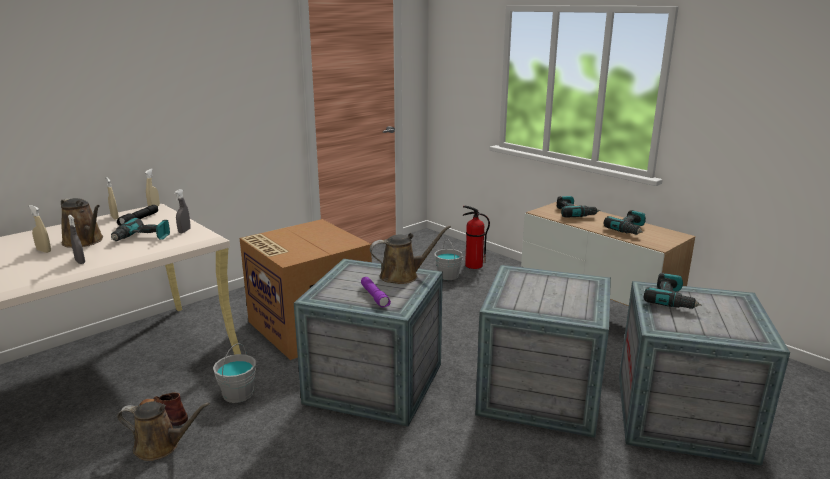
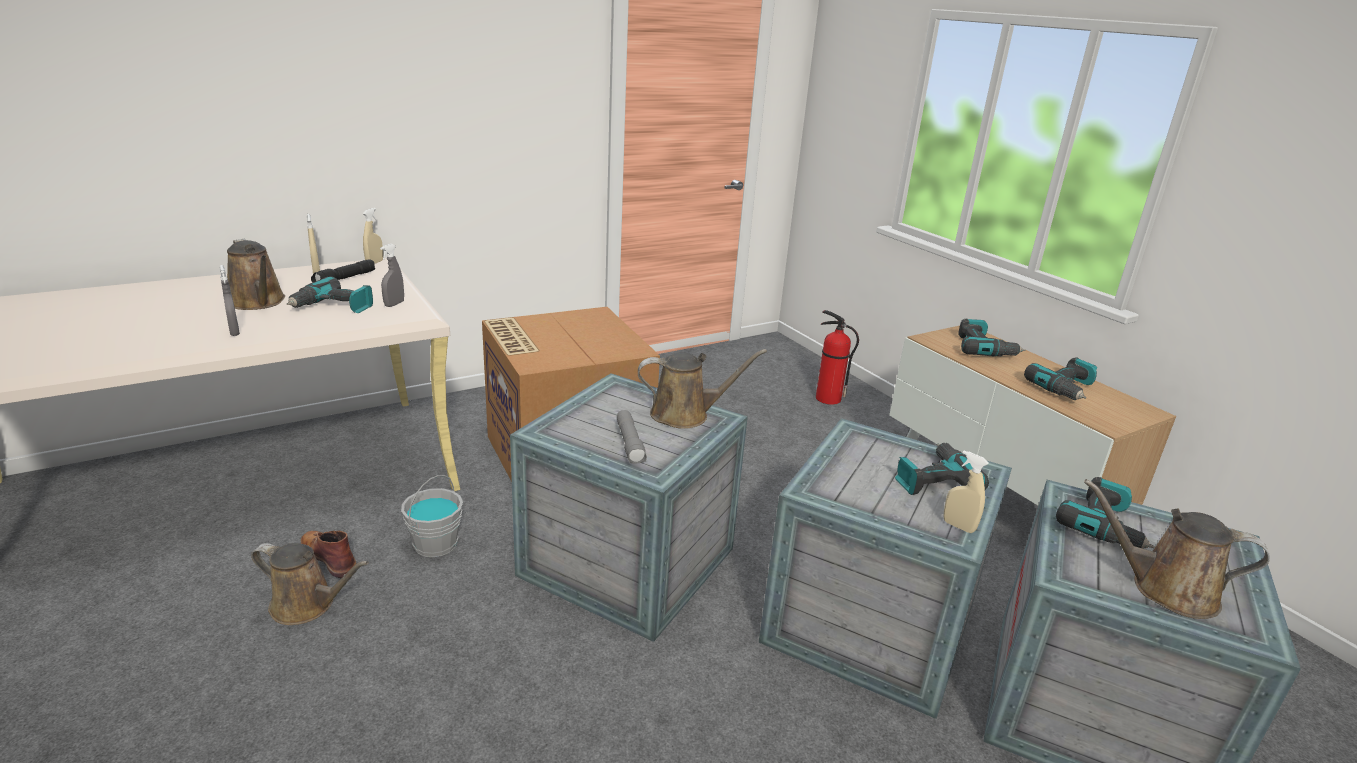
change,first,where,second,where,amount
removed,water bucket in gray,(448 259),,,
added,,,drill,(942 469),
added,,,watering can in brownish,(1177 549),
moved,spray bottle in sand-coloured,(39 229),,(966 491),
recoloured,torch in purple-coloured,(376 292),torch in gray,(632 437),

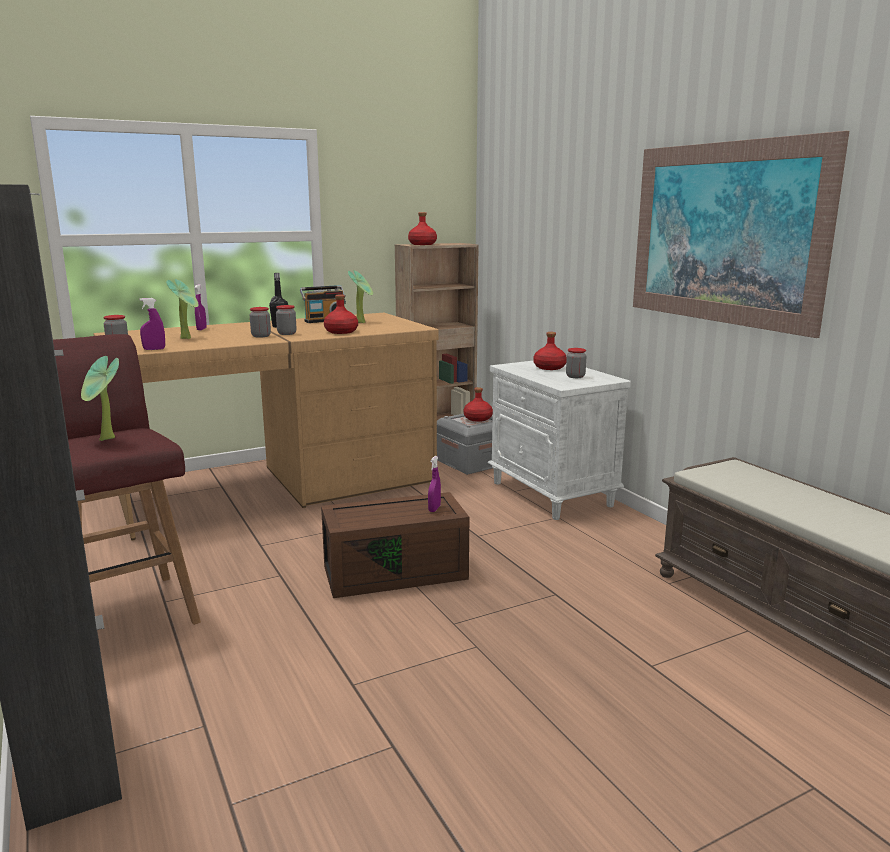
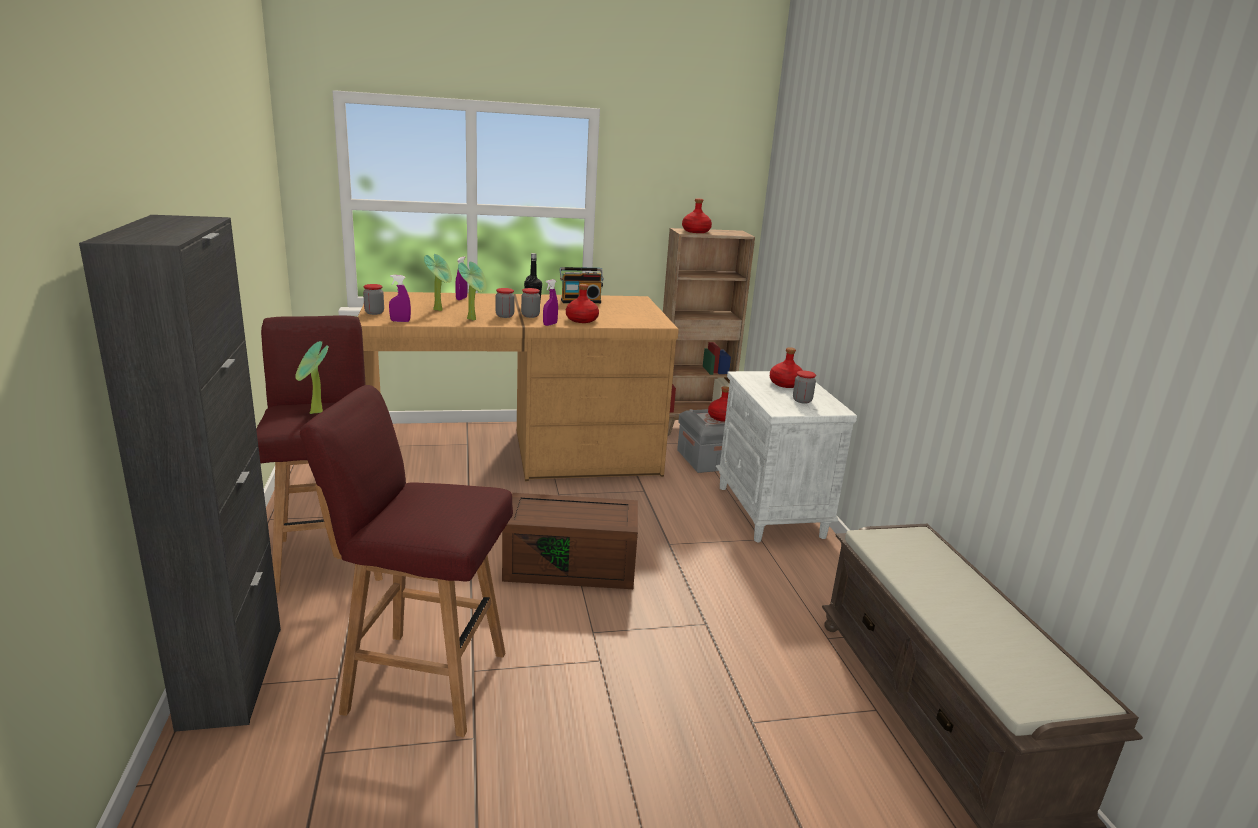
change,first,where,second,where,amount
removed,picture,(741 234),,,
added,,,stool seat in reddish,(406 561),
moved,plant in a pot,(360 296),,(472 290),
moved,spray bottle in purple-coloured,(434 484),,(550 302),

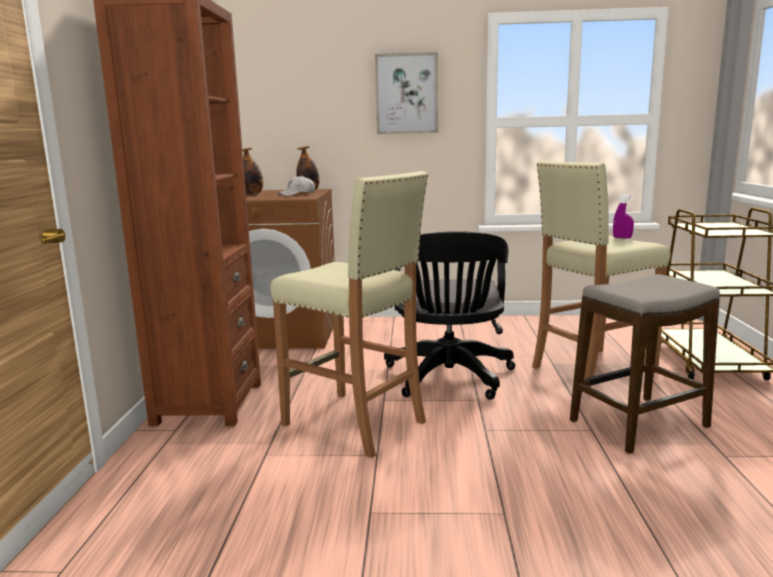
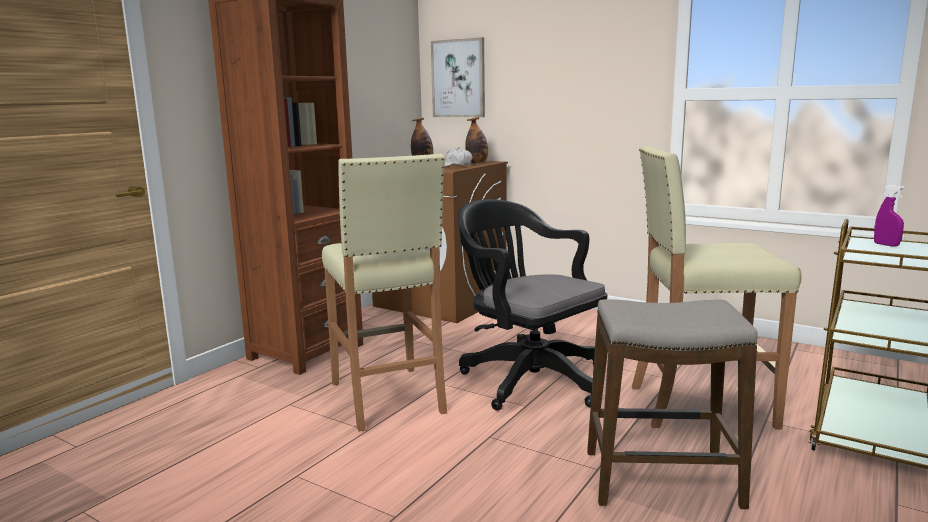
change,first,where,second,where,amount
moved,picture,(406 93),,(458 77),
moved,spray bottle in purple-coloured,(623 216),,(890 215),
turned,office chair in black-coloured,(449 315),,(532 304),105 degrees clockwise

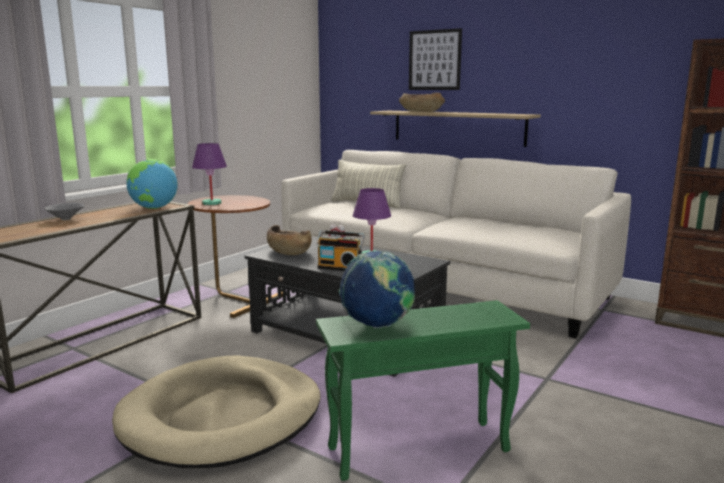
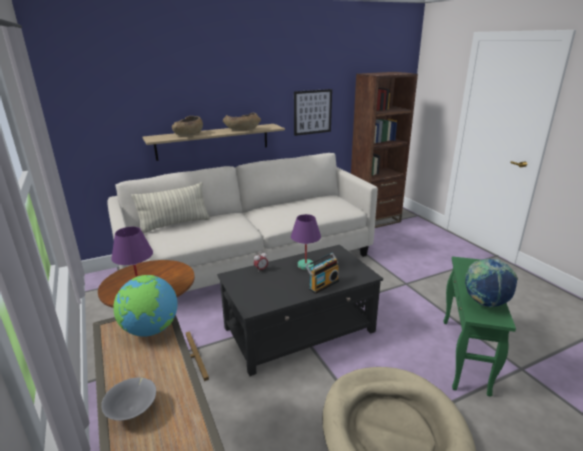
change,first,where,second,where,amount
moved,bowl in brownish,(289 240),,(242 121),
moved,picture,(435 59),,(313 112),

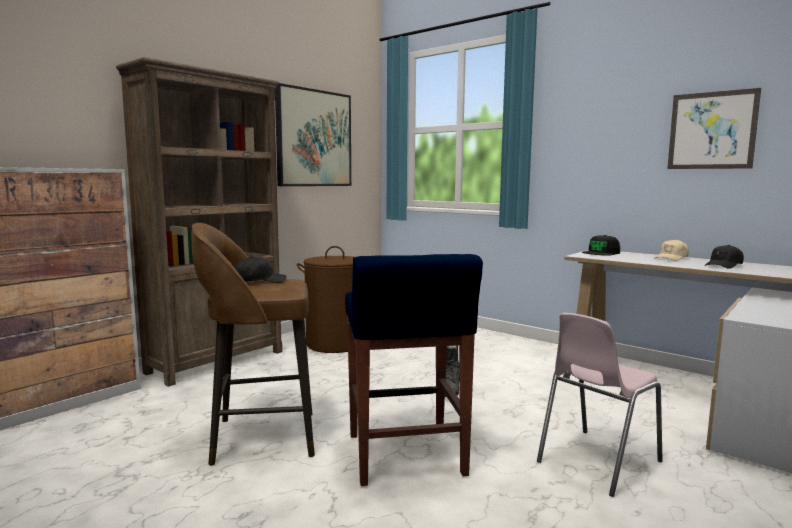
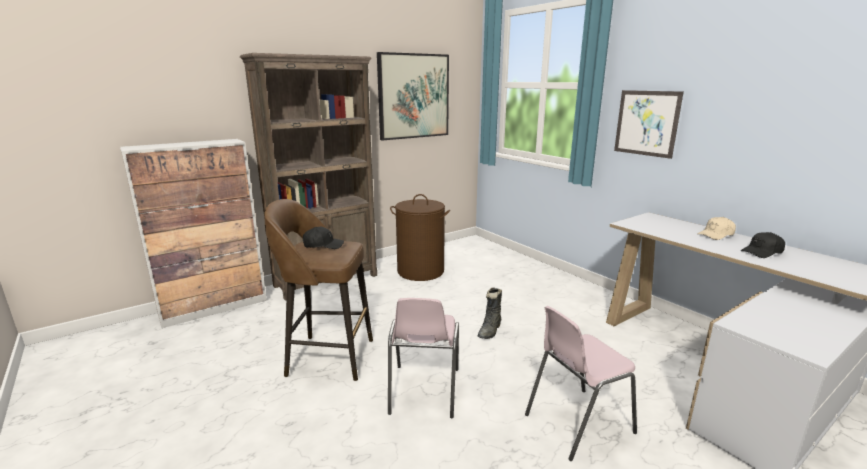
change,first,where,second,where,amount
removed,cap in black-coloured,(601 245),,,
moved,picture,(714 128),,(649 124),
replaced,stool seat in blue-coloured,(414 370),plain chair in pink,(423 358),

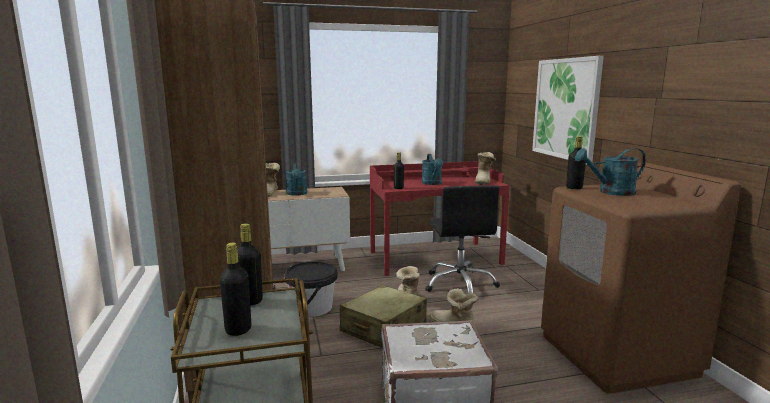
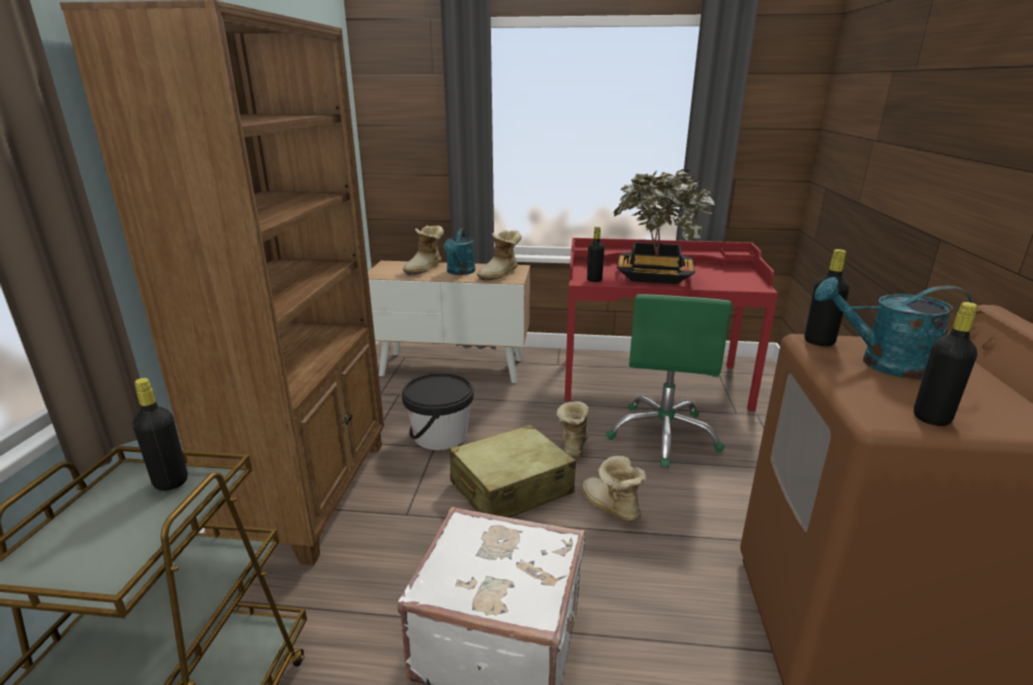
change,first,where,second,where,amount
removed,picture,(568 110),,,
moved,drink bottle in black-coloured,(235 289),,(946 364),
moved,boot,(485 168),,(499 255),
replaced,watering can in blue-green,(432 169),plant in a pot,(665 226),
recoloured,office chair in black-coloured,(462 239),office chair in greenish,(669 381),

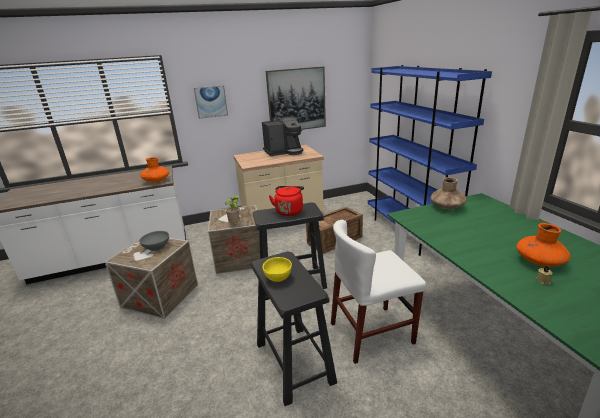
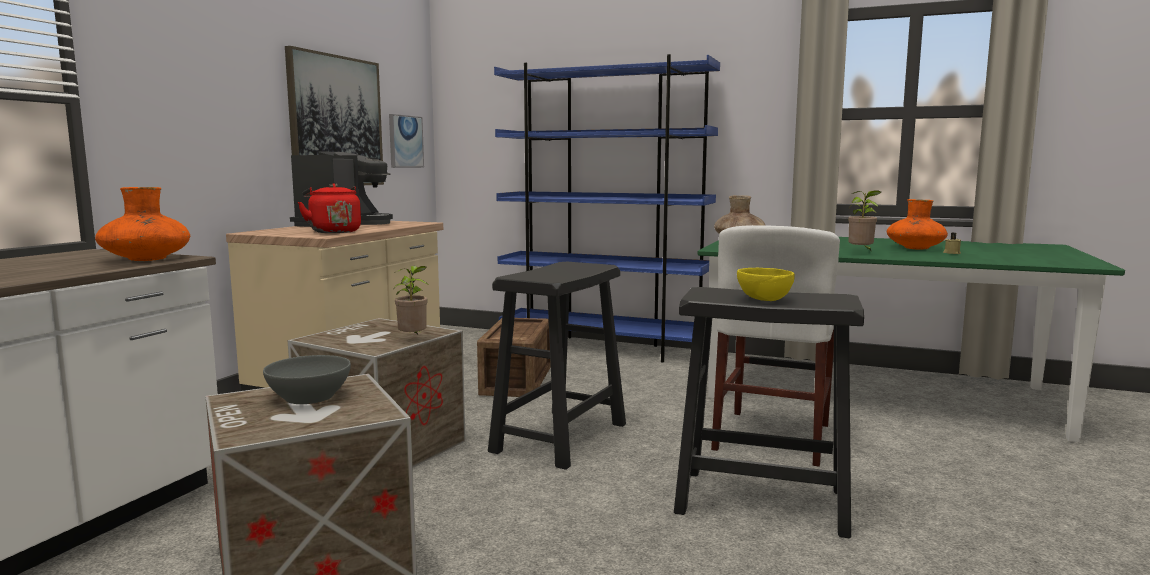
change,first,where,second,where,amount
added,,,plant in a pot,(864 220),
moved,picture,(211 102),,(406 141),
moved,kettle in reddish,(286 201),,(329 208),

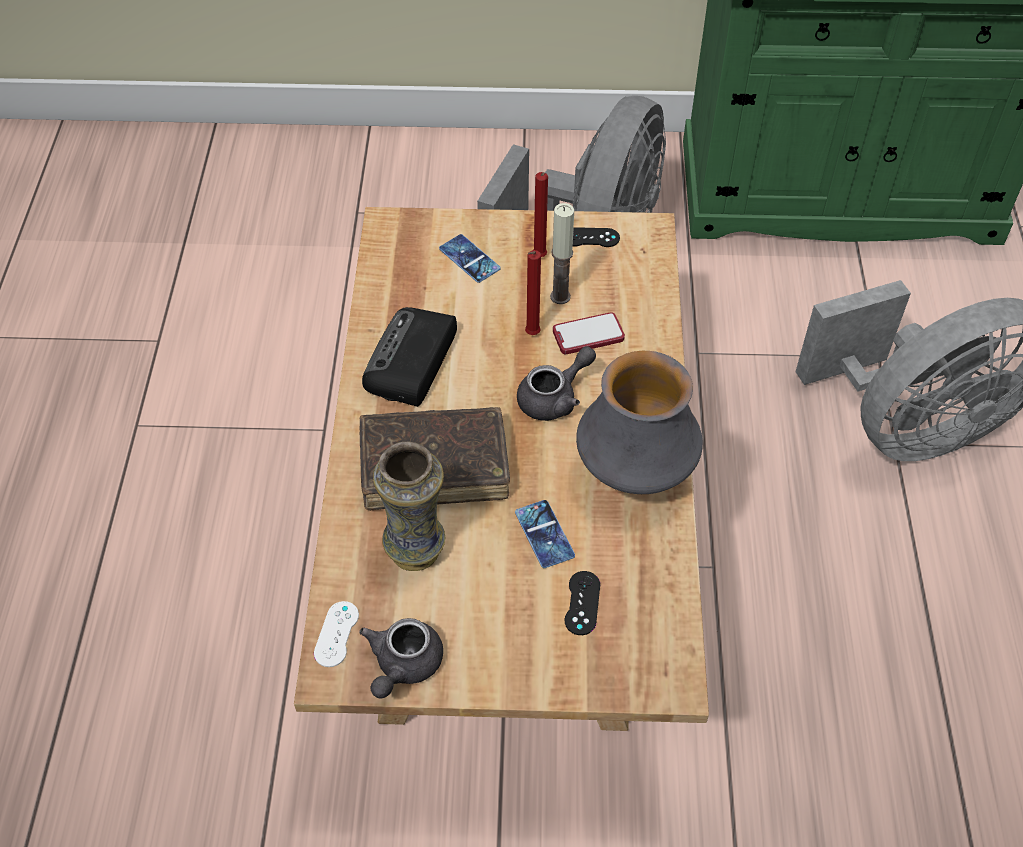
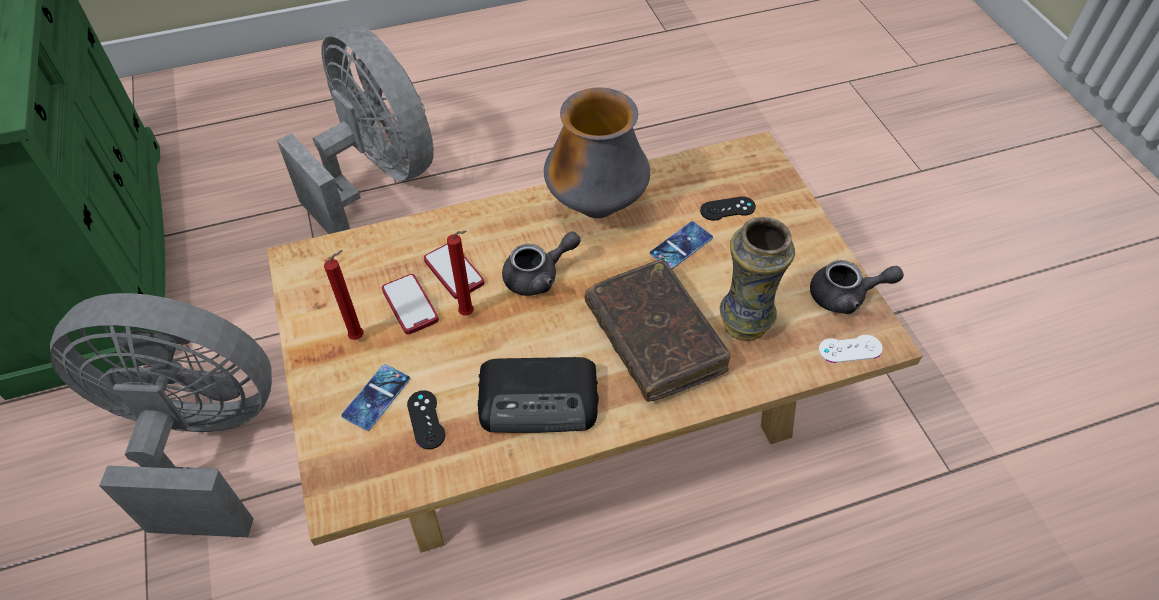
change,first,where,second,where,amount
moved,gamepad in black-coloured,(596 237),,(426 419),
replaced,wax candle,(562 253),handset,(410 304),
turned,tea pot in gray,(556 383),,(541 263),120 degrees clockwise

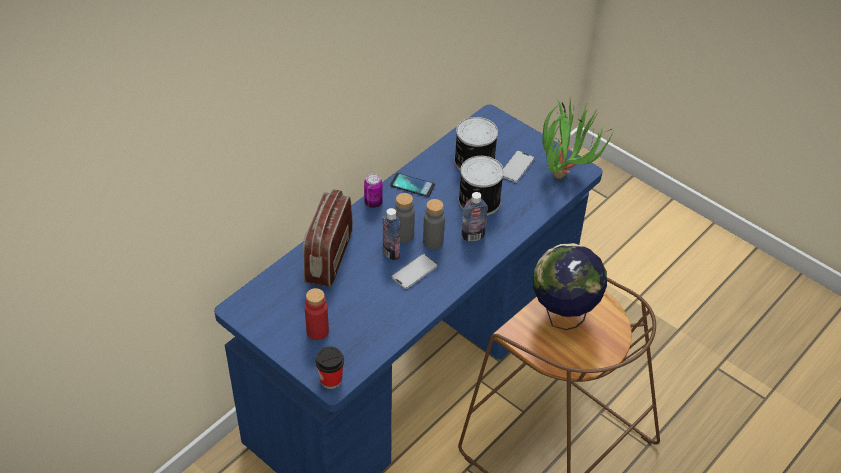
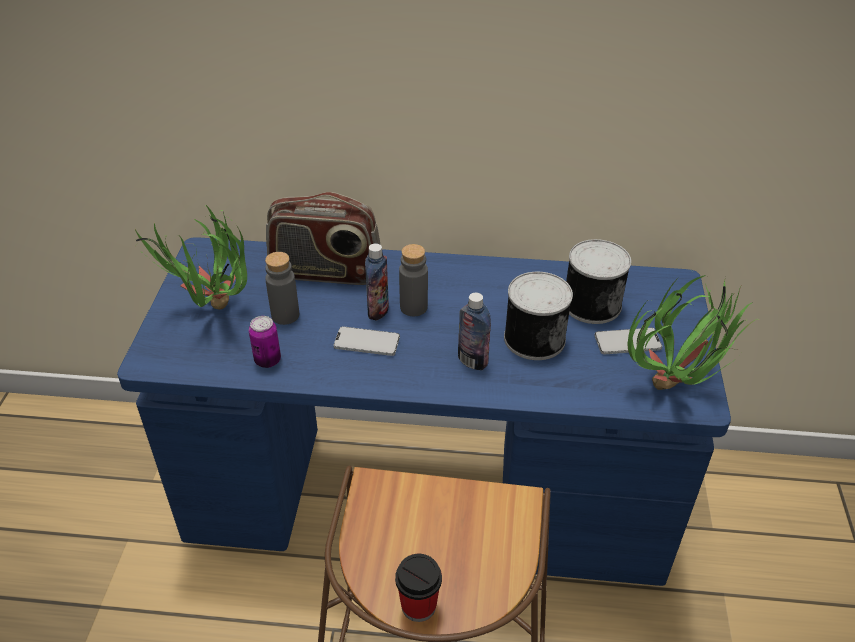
change,first,where,second,where,amount
removed,handset,(412 185),,,
removed,globe,(570 286),,,
moved,cup,(330 368),,(418 588),
moved,can,(373 191),,(265 342),
moved,drink bottle in gray,(434 224),,(282 288),
replaced,drink bottle in reddish,(317 314),plant in a pot,(191 257),
turned,radio receiver,(327 238),,(323 238),150 degrees counterclockwise

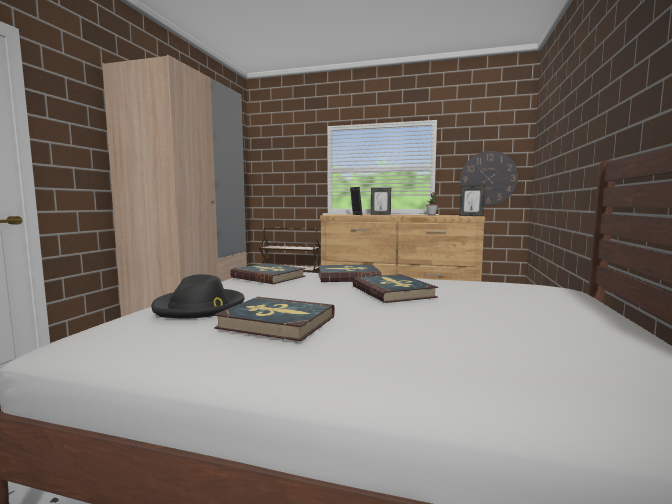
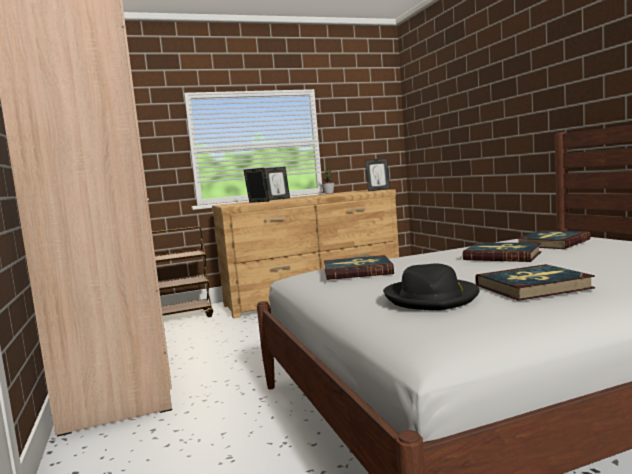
change,first,where,second,where,amount
removed,clock on the wall,(489 178),,,
moved,bound book,(350 273),,(553 239),

